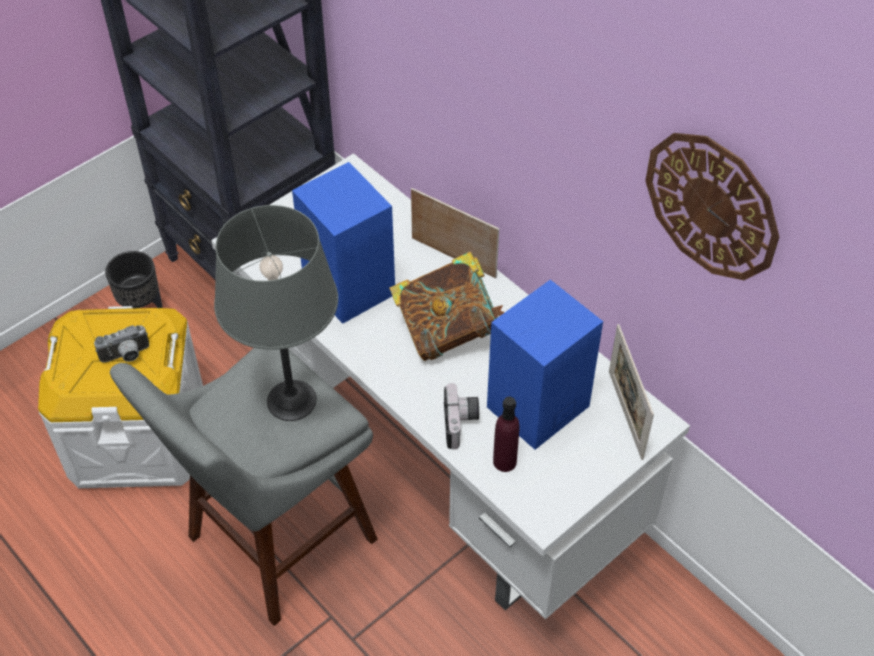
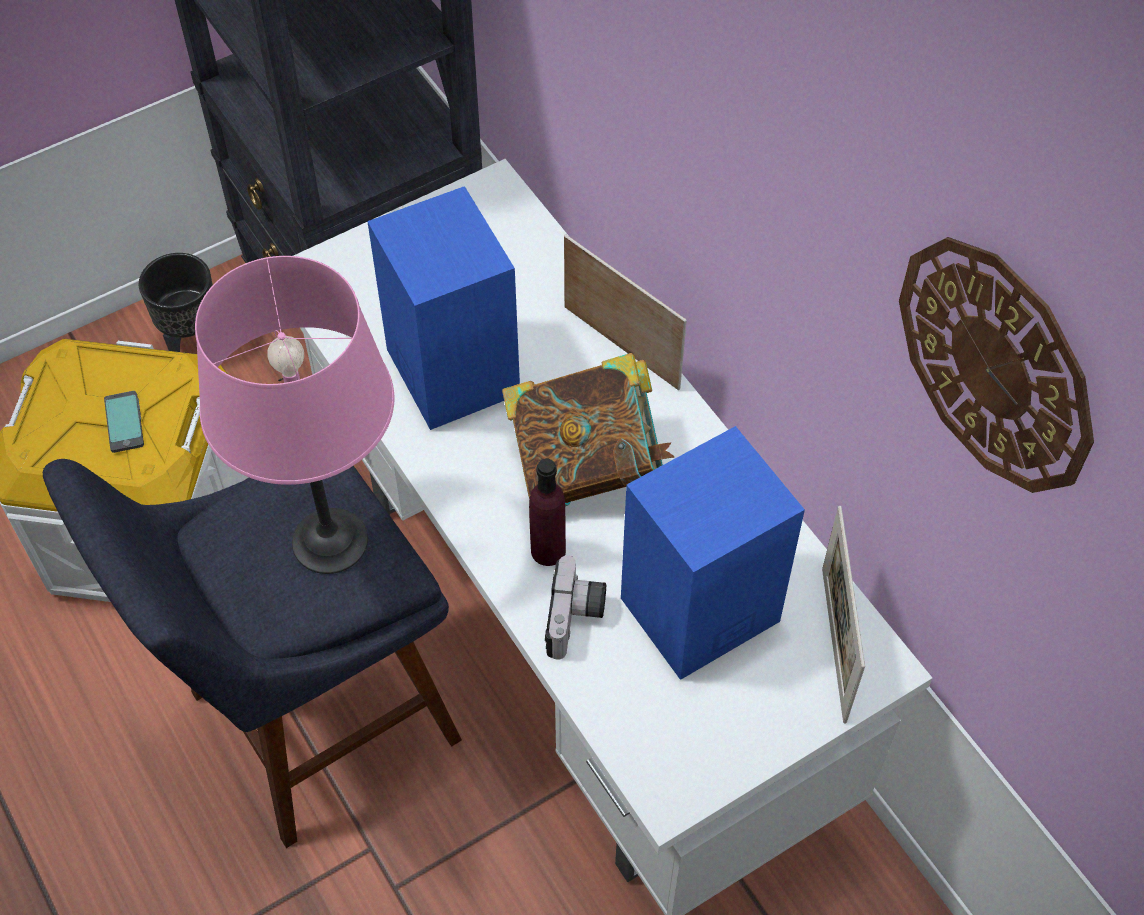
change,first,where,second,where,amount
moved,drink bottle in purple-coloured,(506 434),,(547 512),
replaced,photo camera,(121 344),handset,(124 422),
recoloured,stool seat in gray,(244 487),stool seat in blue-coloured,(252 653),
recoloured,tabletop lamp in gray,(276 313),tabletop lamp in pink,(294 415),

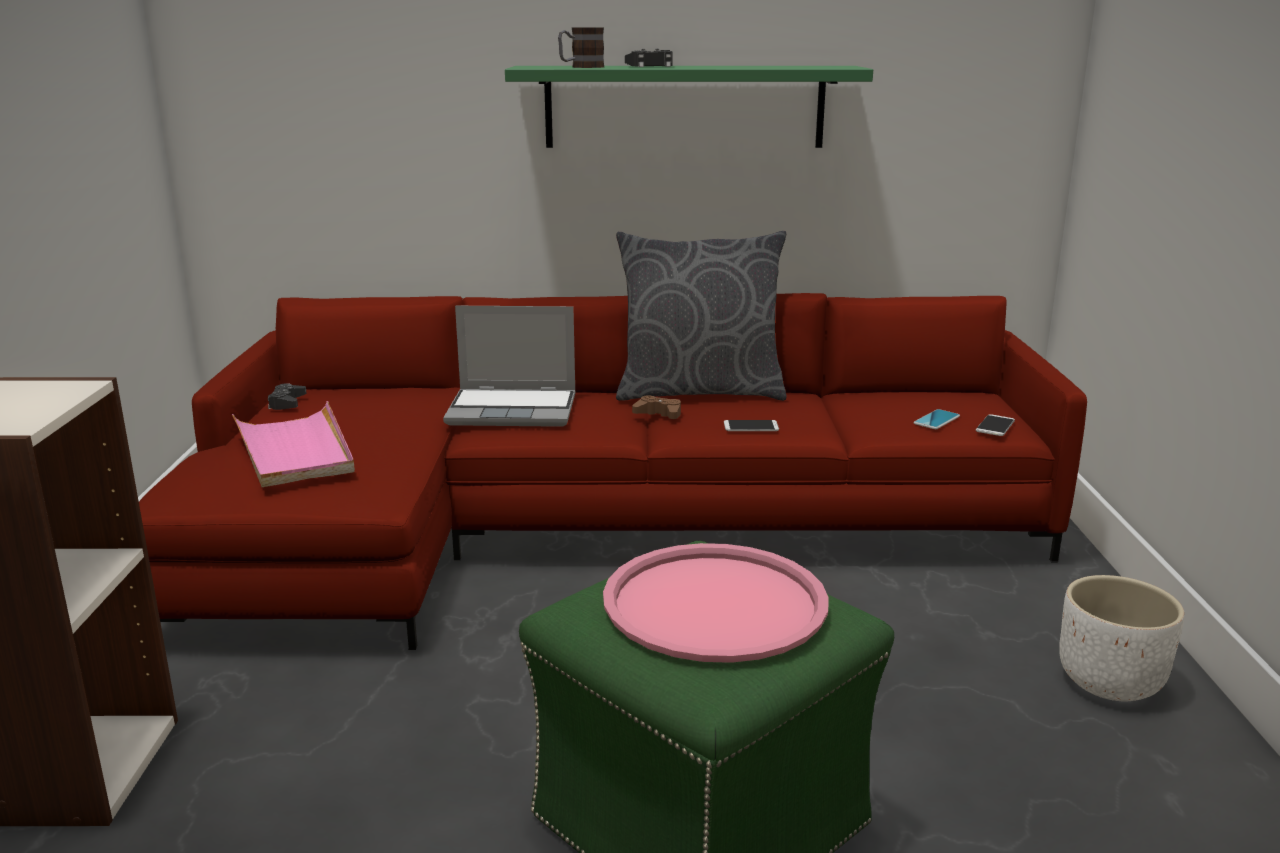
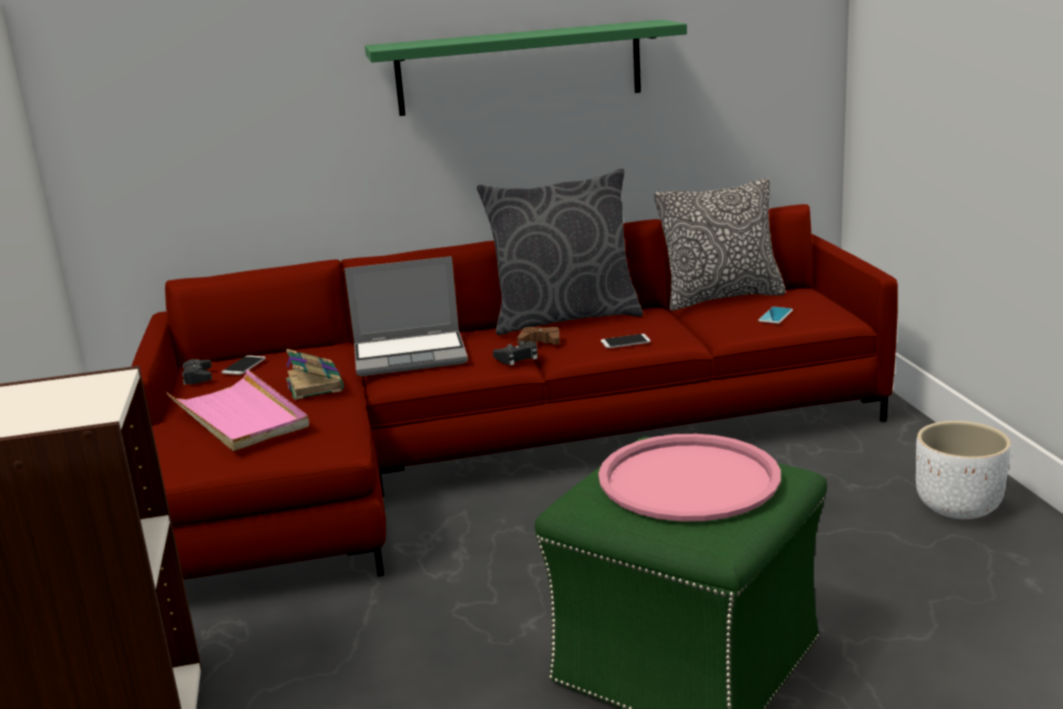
change,first,where,second,where,amount
removed,mug,(581 47),,,
added,,,bound book,(315 374),
added,,,cushion,(720 244),
moved,gamepad in black-coloured,(649 58),,(515 353),
moved,handset,(995 425),,(244 365),

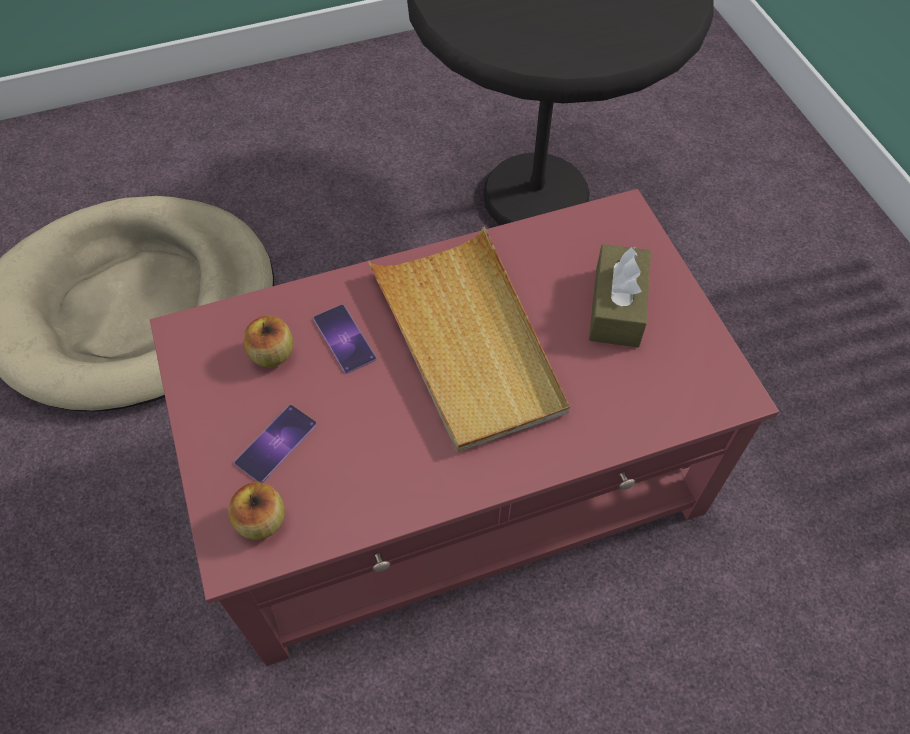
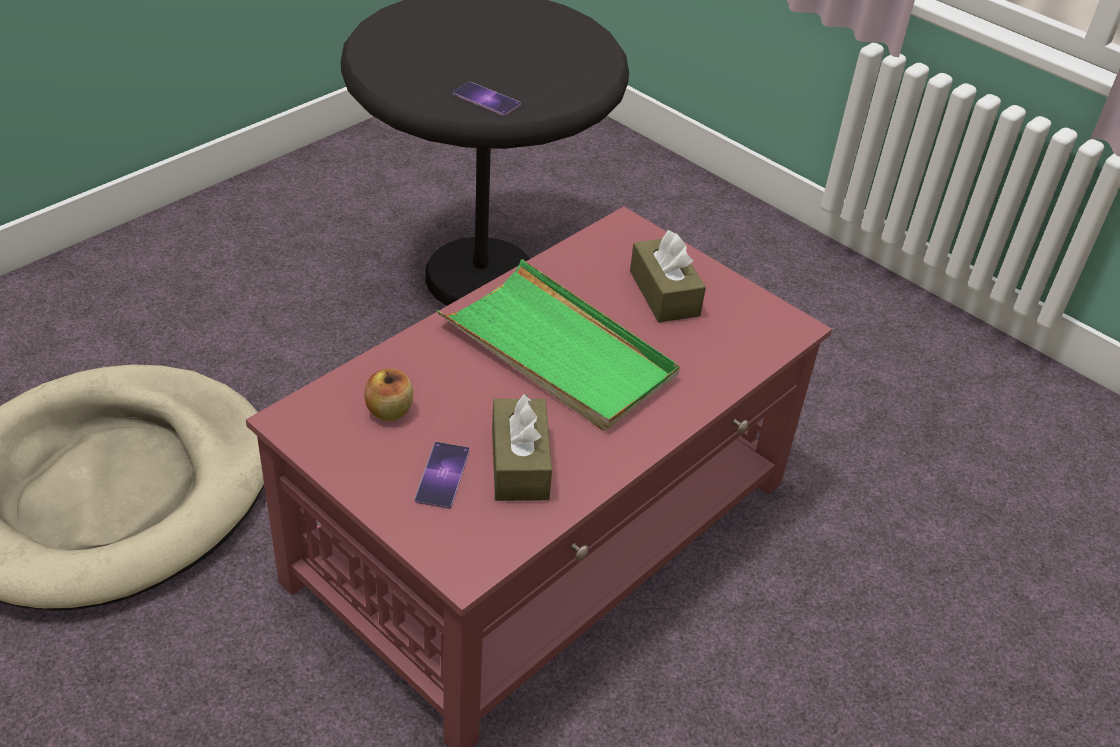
change,first,where,second,where,amount
removed,whole apple,(256 511),,,
added,,,tissue holder in brownish,(522 447),
moved,handset,(345 339),,(487 99),
recoloured,carrying tray in sand-coloured,(469 339),carrying tray in greenish,(558 345),

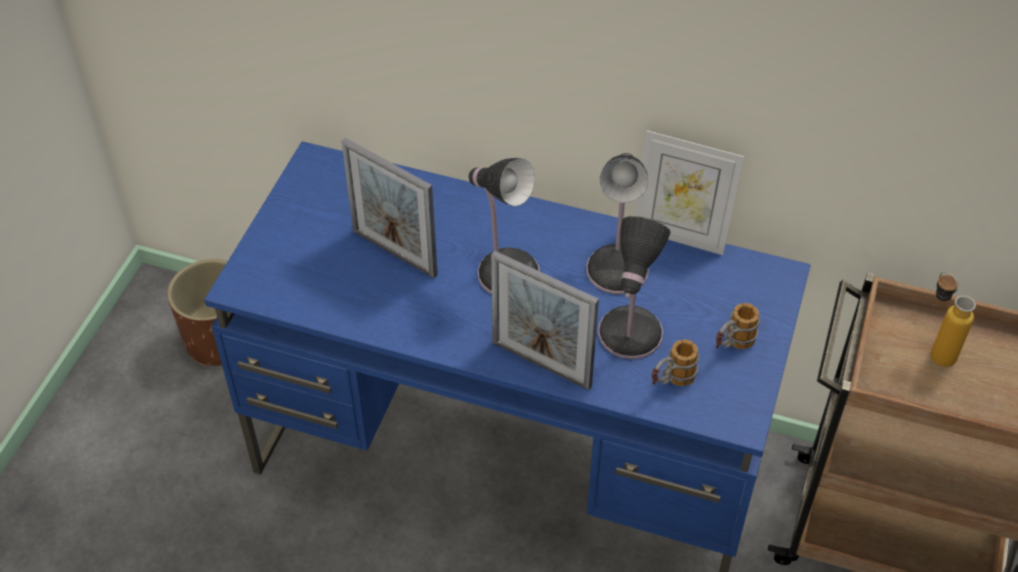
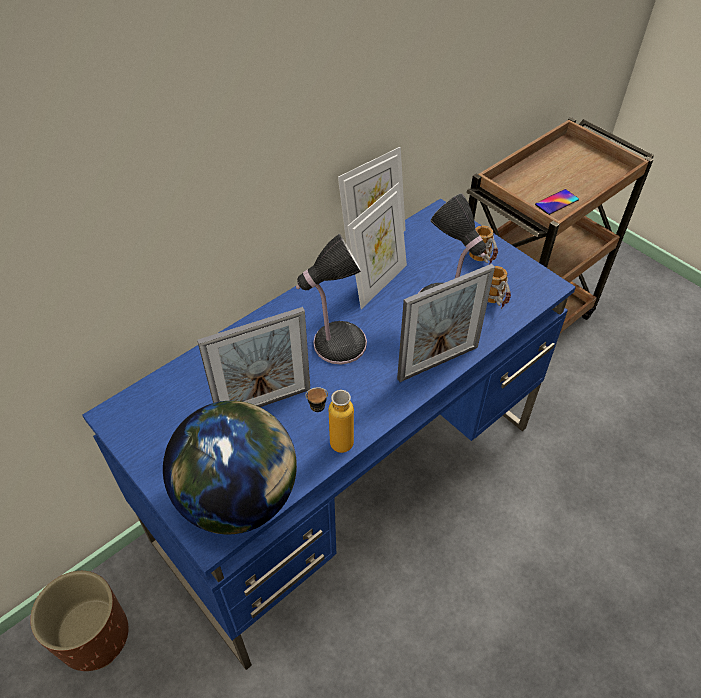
change,first,where,second,where,amount
added,,,globe,(230 468),
added,,,handset,(557 202),
moved,drink bottle,(953 319),,(330 420),
replaced,tabletop lamp,(617 223),standing frame,(377 246),

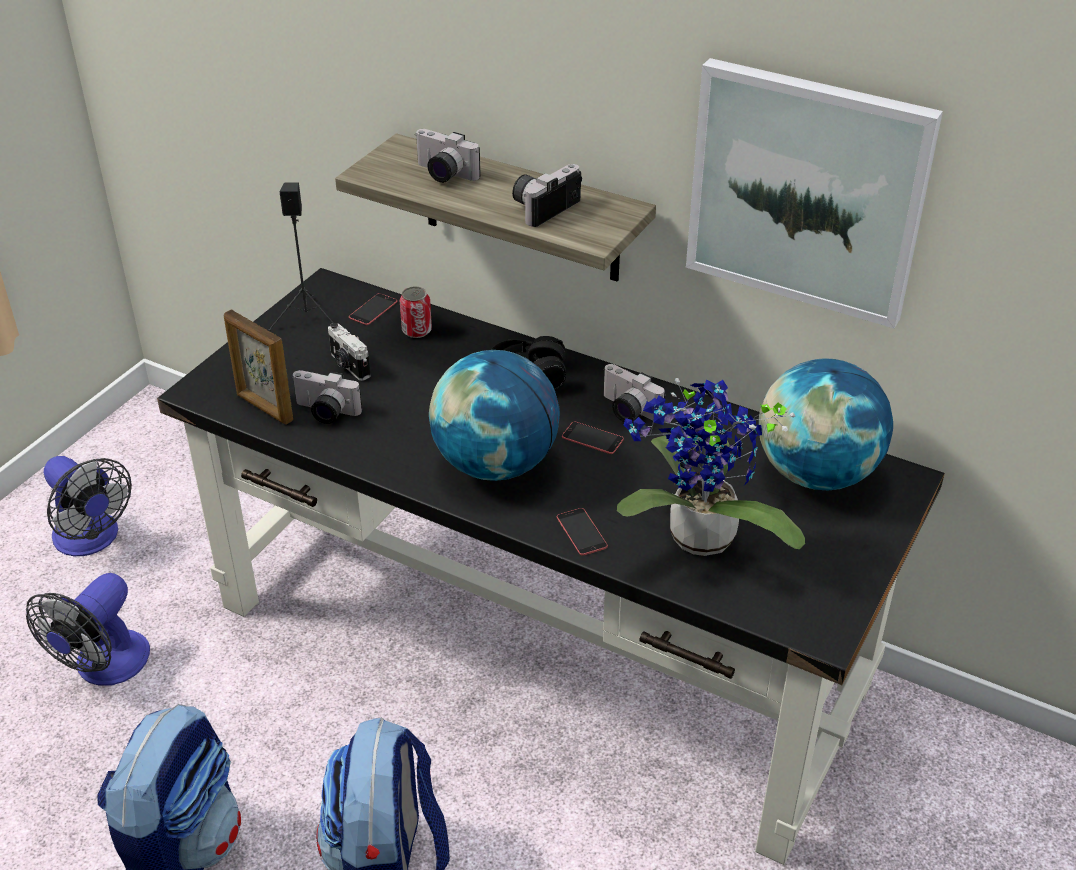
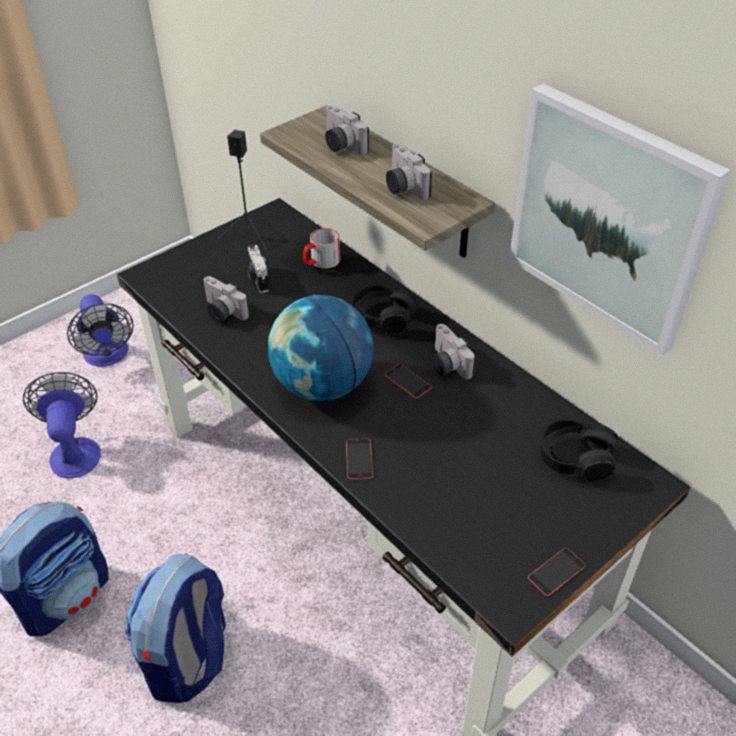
change,first,where,second,where,amount
removed,standing frame,(258 367),,,
removed,plant in a pot,(711 467),,,
moved,handset,(373 309),,(557 572),
replaced,can,(416 312),mug,(321 248),
replaced,globe,(826 424),headset in black-coloured,(579 451),
turned,fan,(88 629),,(62 425),120 degrees clockwise
turned,photo camera,(547 195),,(409 171),90 degrees counterclockwise

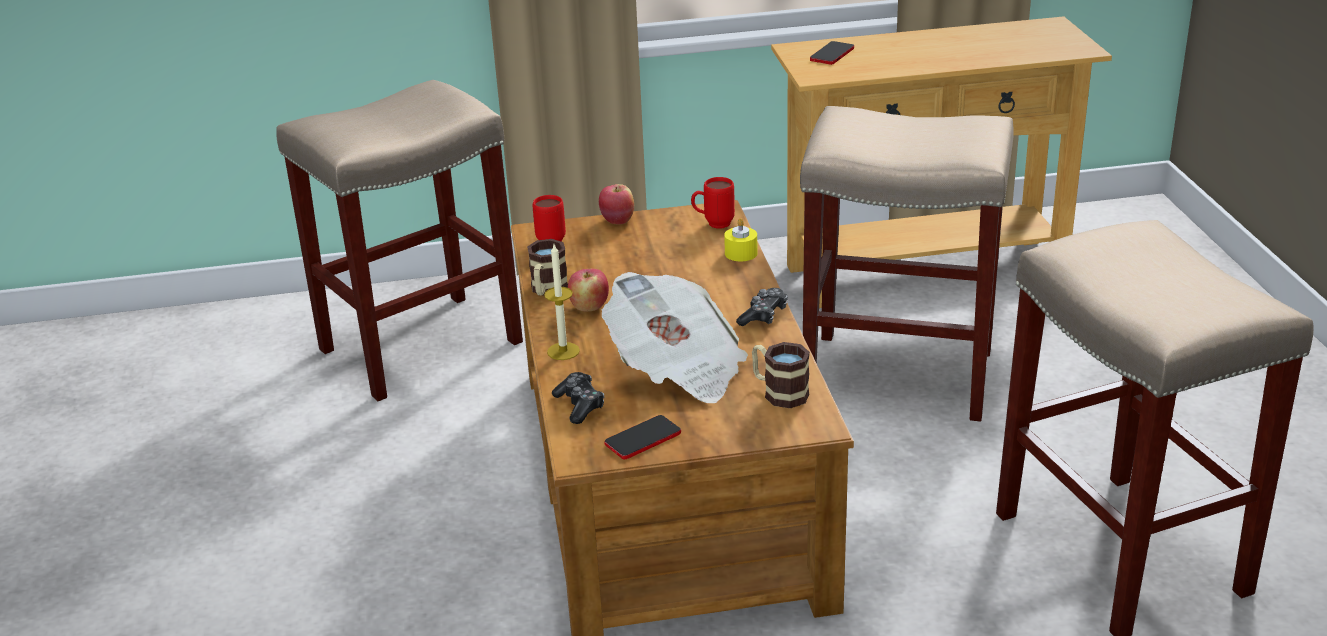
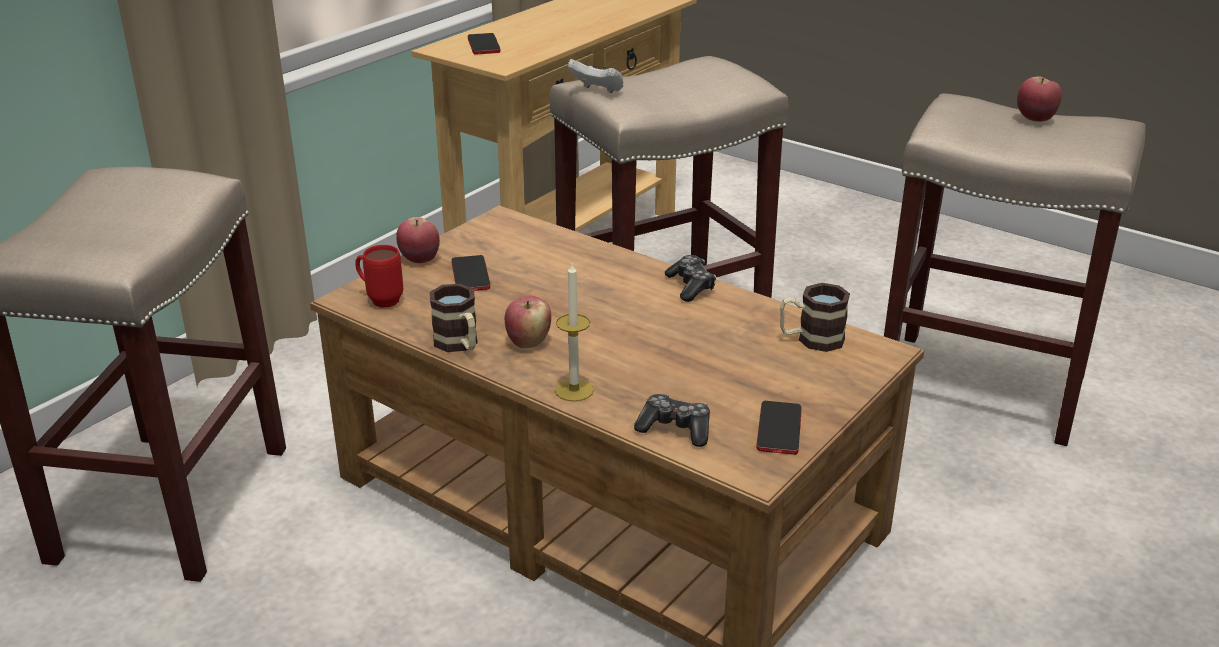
change,first,where,second,where,amount
removed,daily paper,(675 337),,,
removed,mug in reddish,(713 203),,,
removed,wax candle in yellow-coloured,(740 239),,,
added,,,handset,(470 273),
added,,,gamepad in whitish,(595 76),
added,,,whole apple,(1039 99),

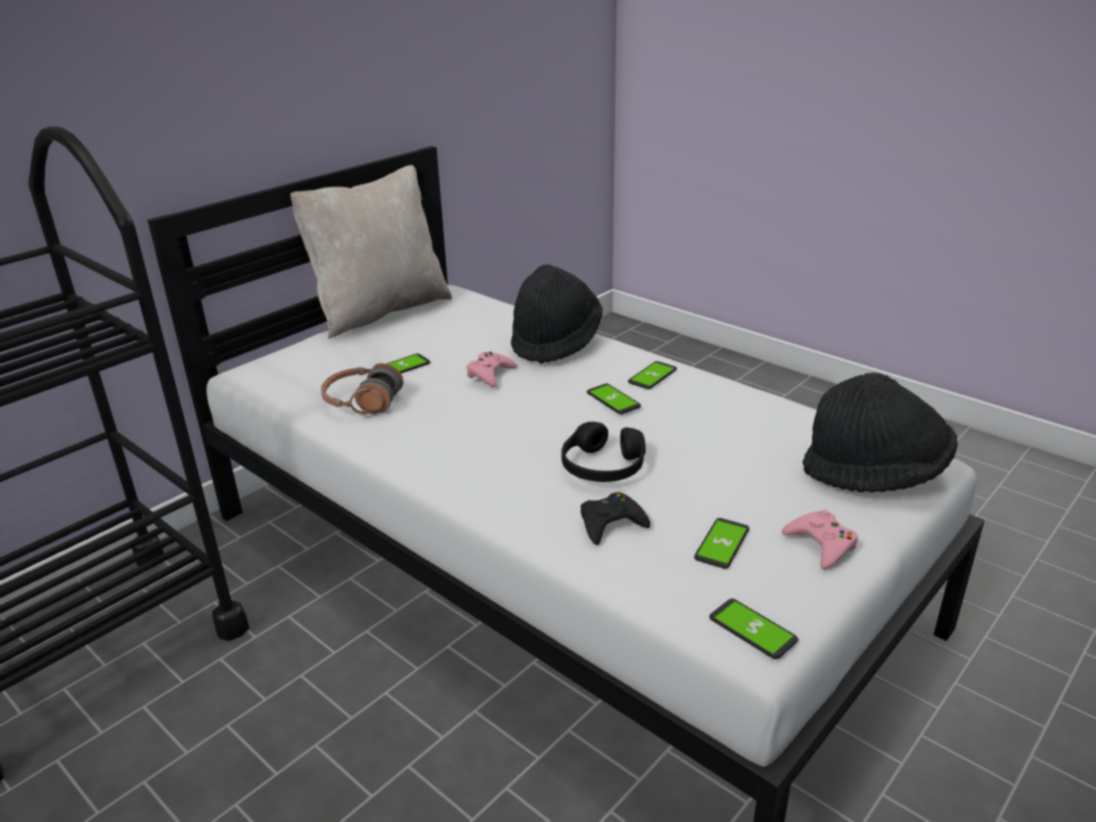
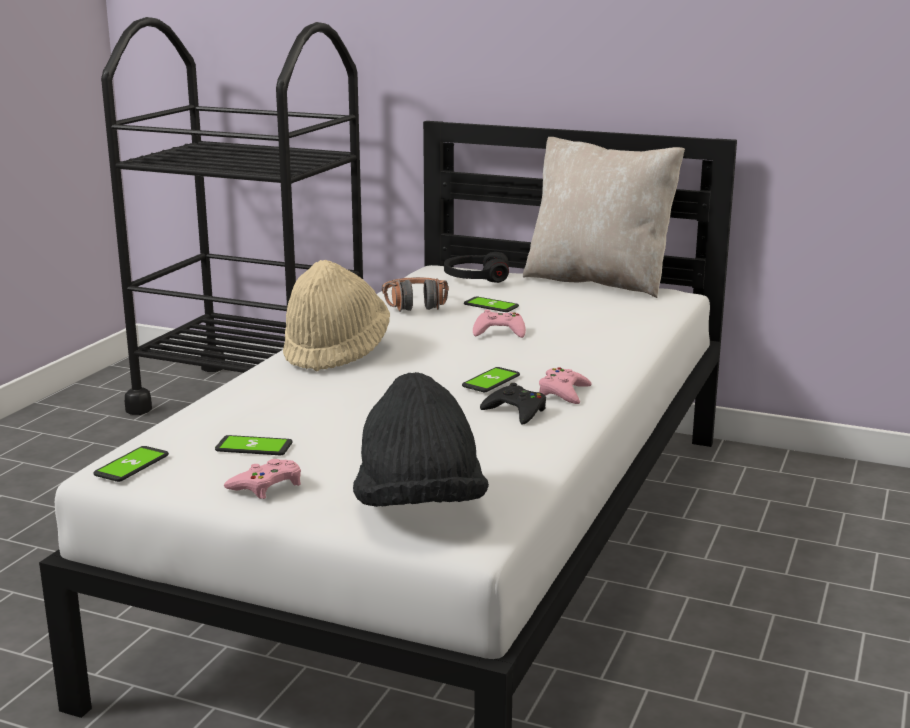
change,first,where,second,where,amount
removed,clothing hat in black-coloured,(556 314),,,
added,,,clothing hat in sand-coloured,(336 315),
moved,headset in black-coloured,(603 452),,(476 267),
moved,gamepad in black-coloured,(615 518),,(513 404),
replaced,handset,(652 375),gamepad in pink,(565 385),

